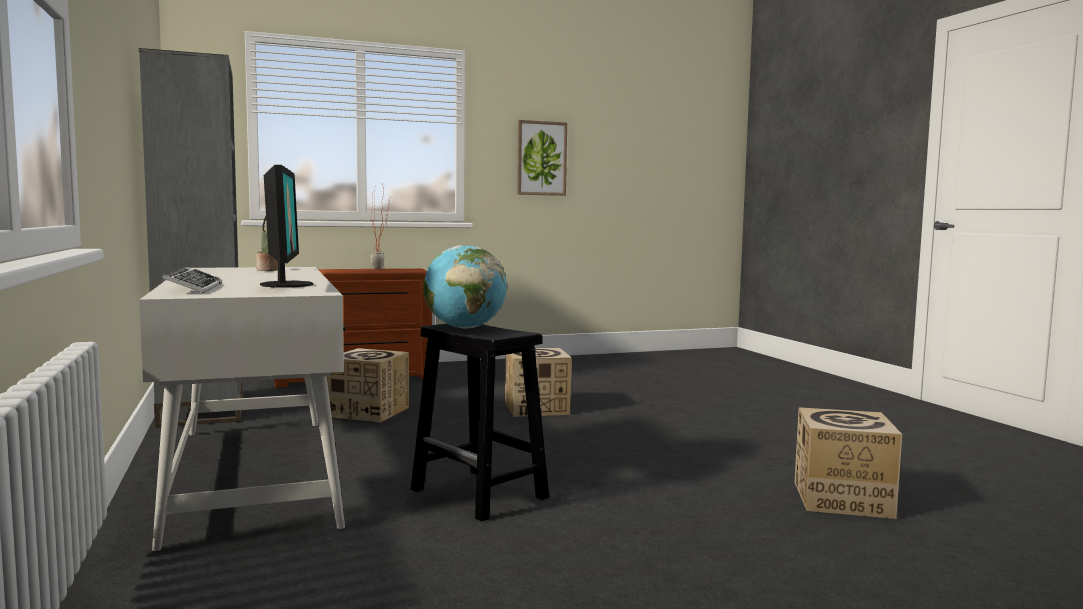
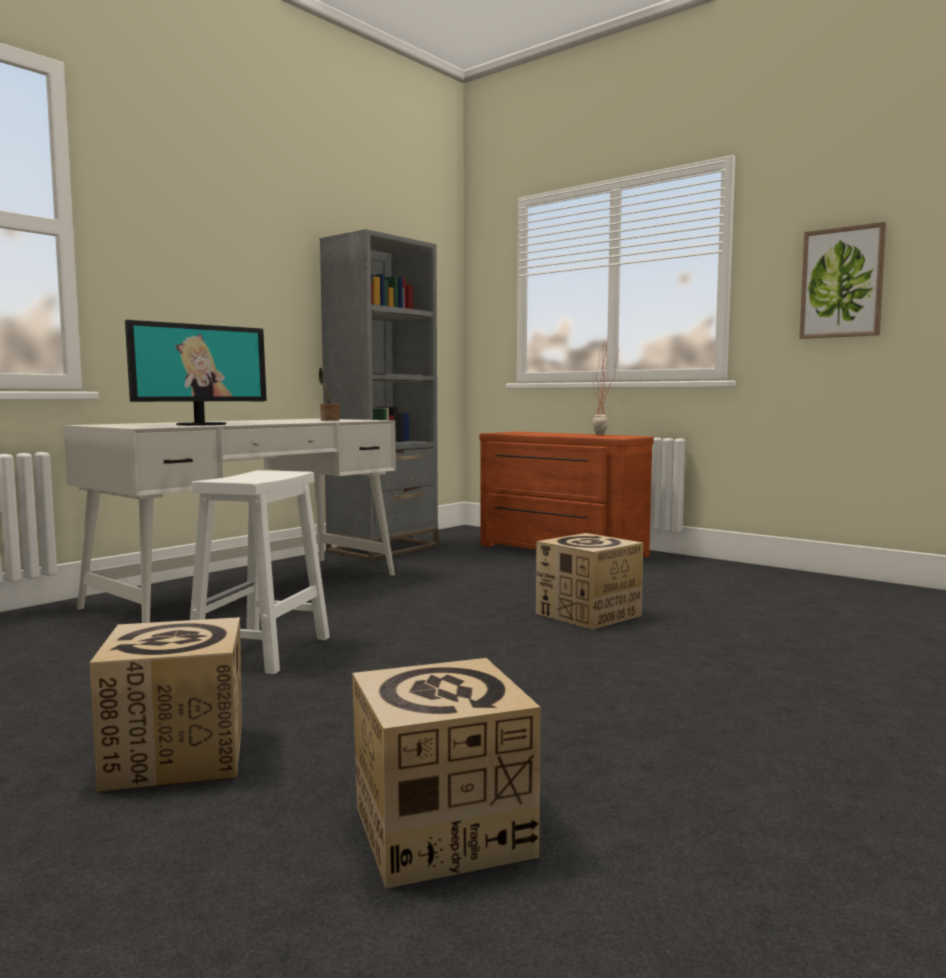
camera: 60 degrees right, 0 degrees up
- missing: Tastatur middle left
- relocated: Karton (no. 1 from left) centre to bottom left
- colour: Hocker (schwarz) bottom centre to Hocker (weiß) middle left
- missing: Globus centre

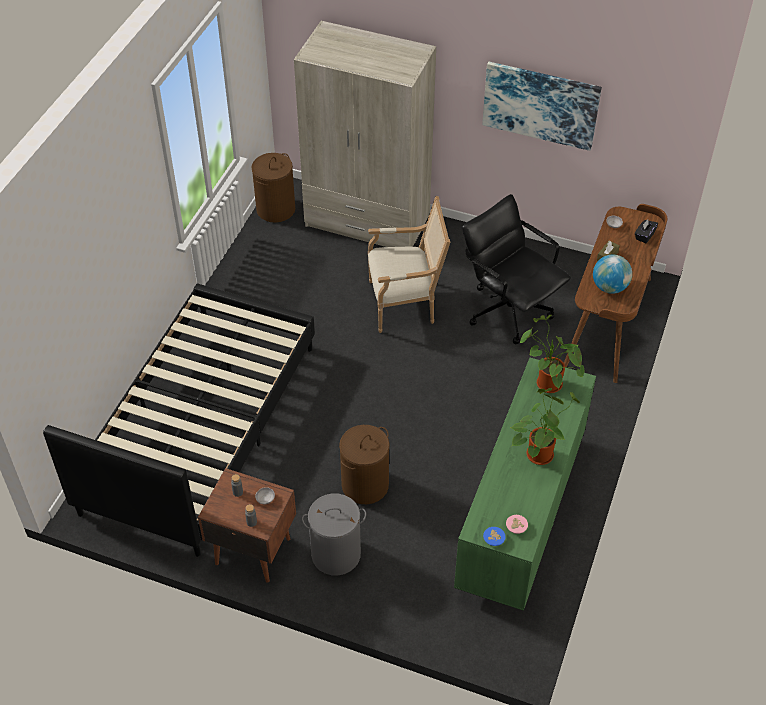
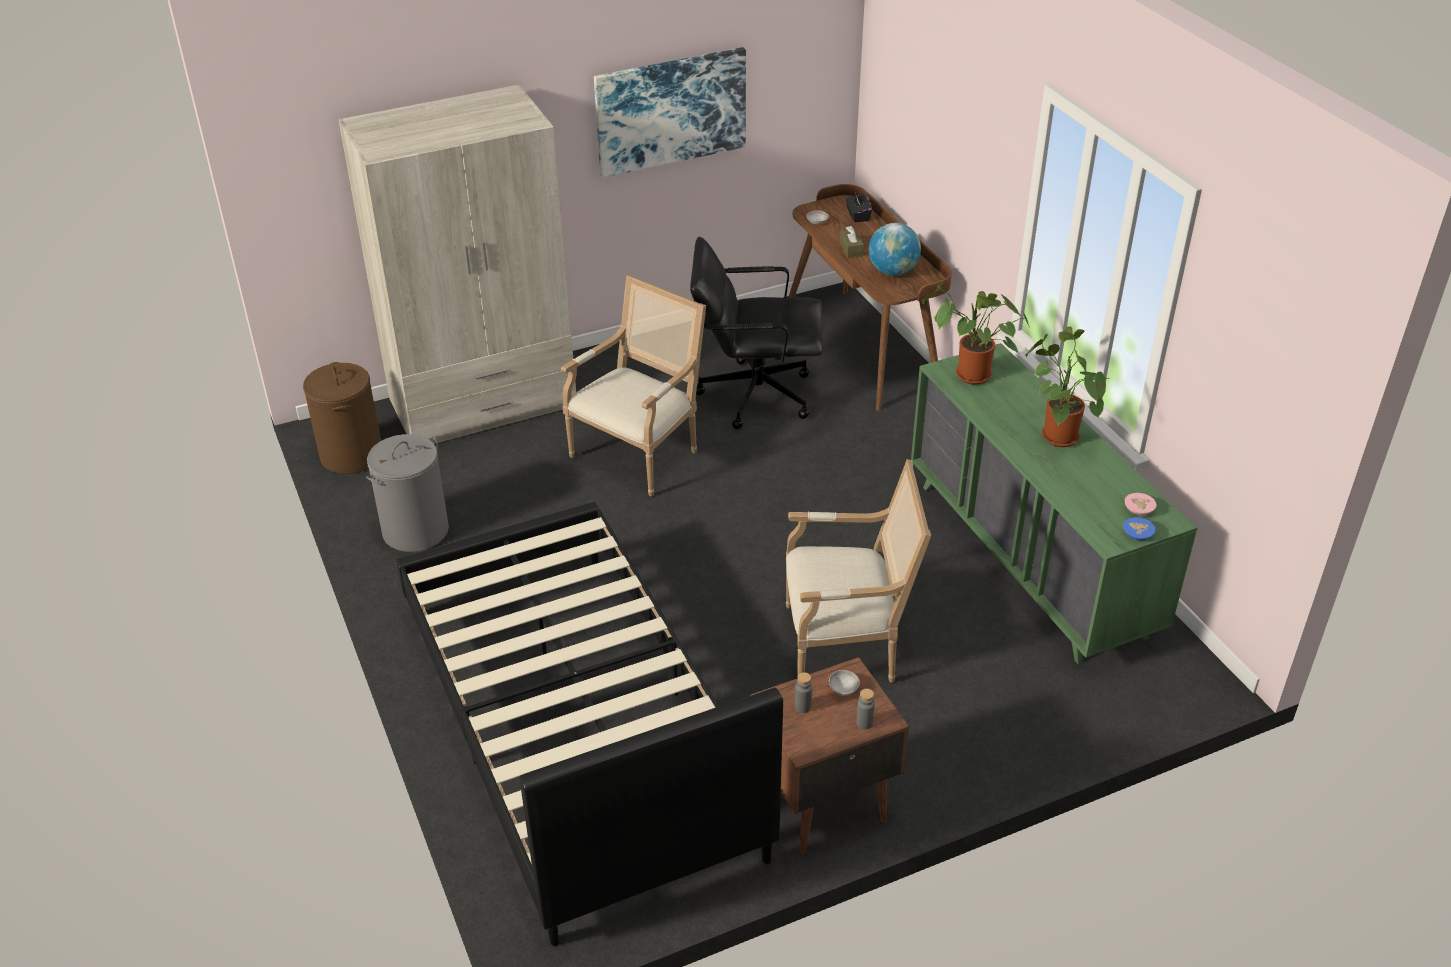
camera: 45 degrees left, 10 degrees down
- relocated: Wäschekorb (grau) bottom centre to middle left
- exchanged: Wäschekorb (braun) (no. 2 from left) centre to Sessel (no. 2 from left) centre

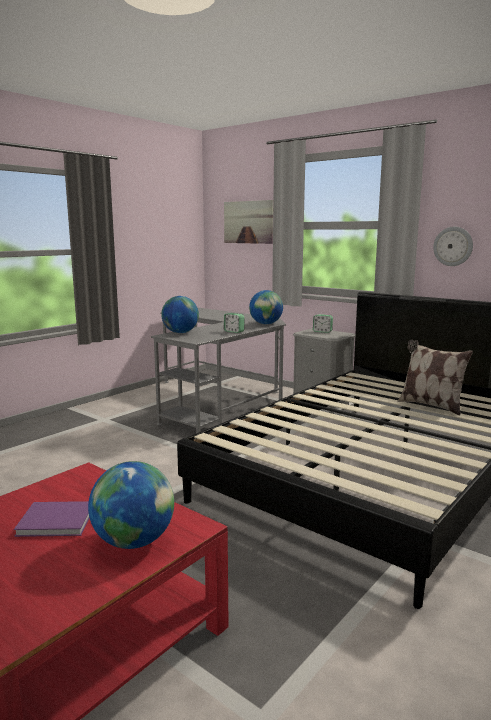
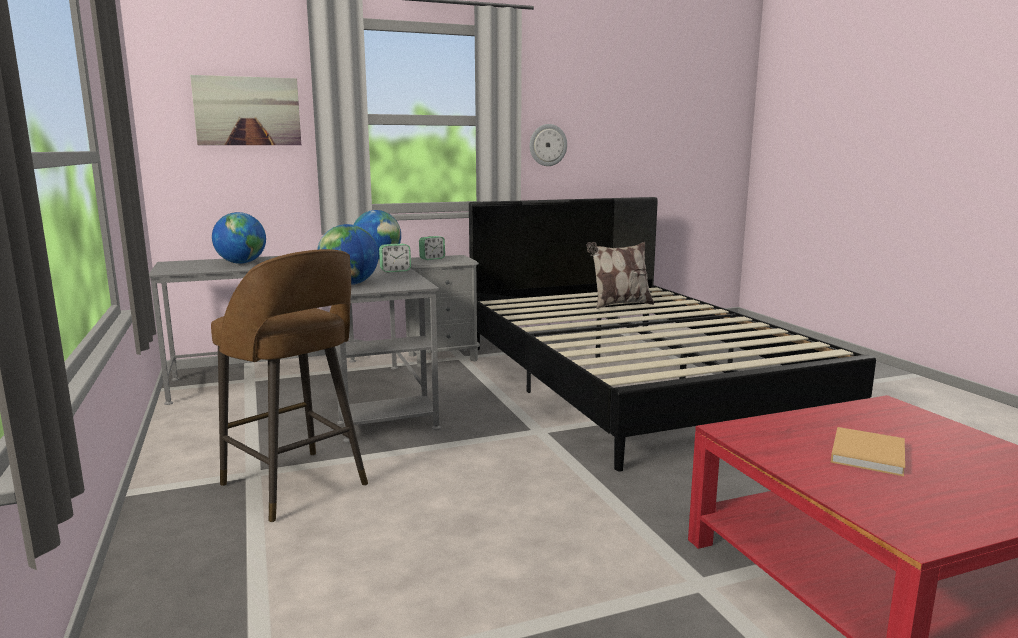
camera: 60 degrees left, 0 degrees up
- colour: Buch (lila) bottom left to Buch (beige) bottom right
- relocated: Globus (no. 1 from left) bottom left to middle left
- appeared: Hocker (braun) middle left

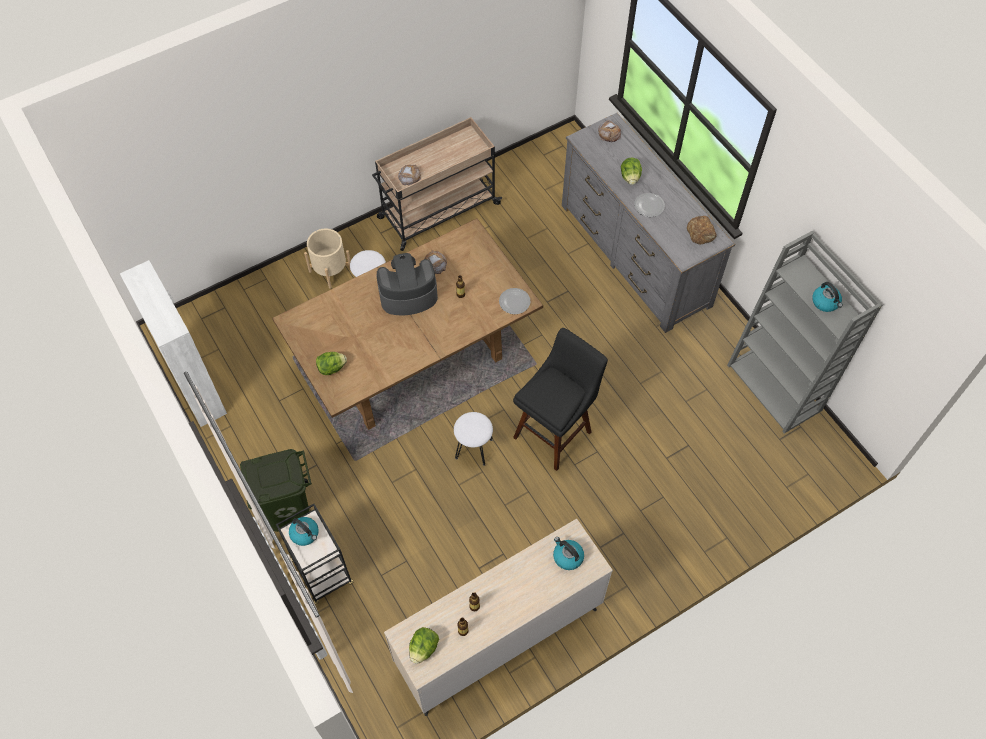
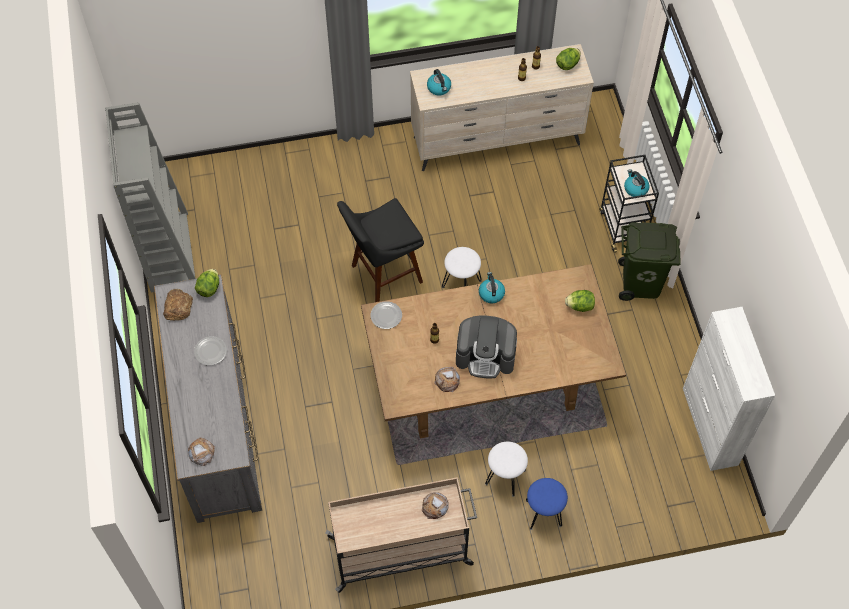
camera: 160 degrees left, 0 degrees up
- exchanged: Pflanzkübel (beige) middle left to Hocker (blau) bottom centre
- relocated: Salatkopf (no. 3 from left in the first image) top centre to Salatkopf (no. 1 from left) middle left
- relocated: Wasserkessel (no. 3 from left in the first image) middle right to Wasserkessel (no. 2 from left) centre

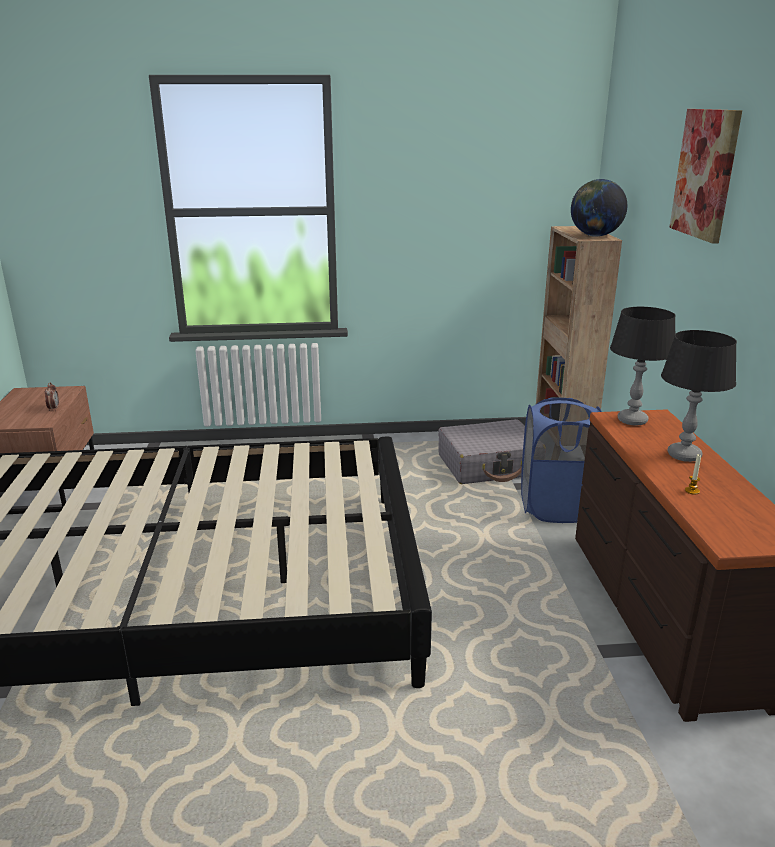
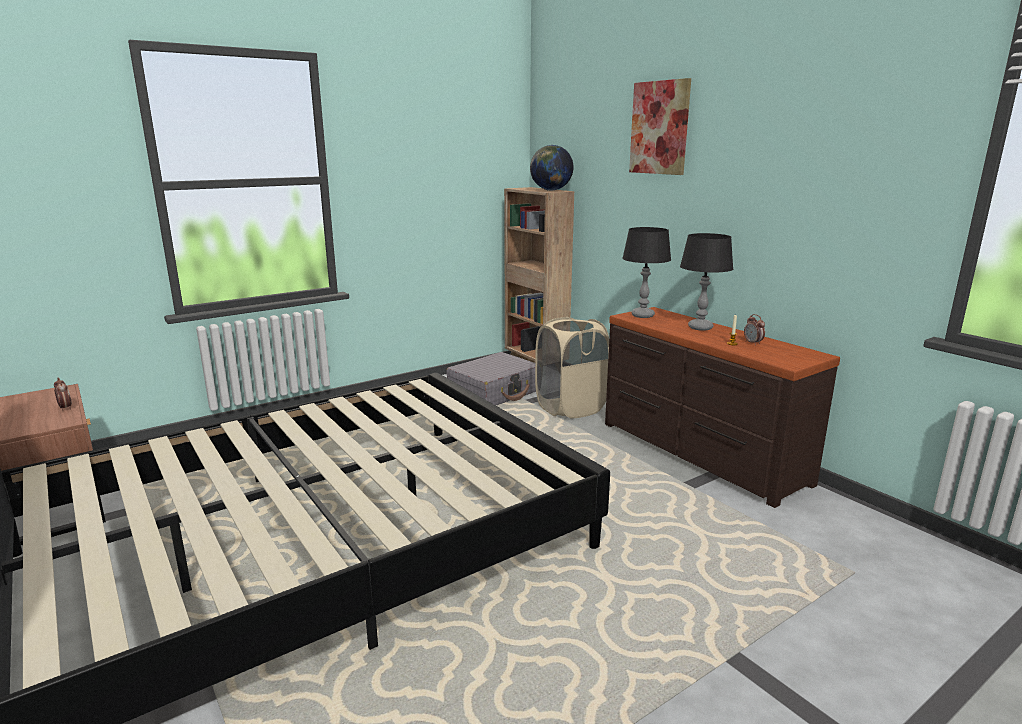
camera: 30 degrees left, 5 degrees down
- colour: Wäschekorb (blau) middle right to Wäschekorb (beige) centre
- appeared: Wecker (no. 2 from left) middle right

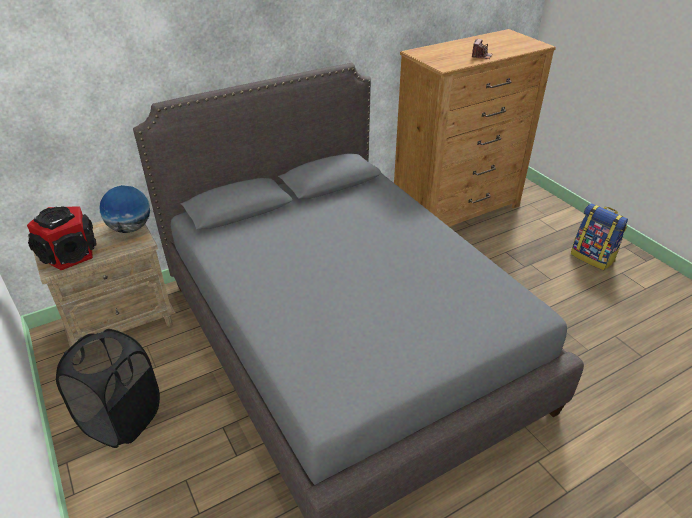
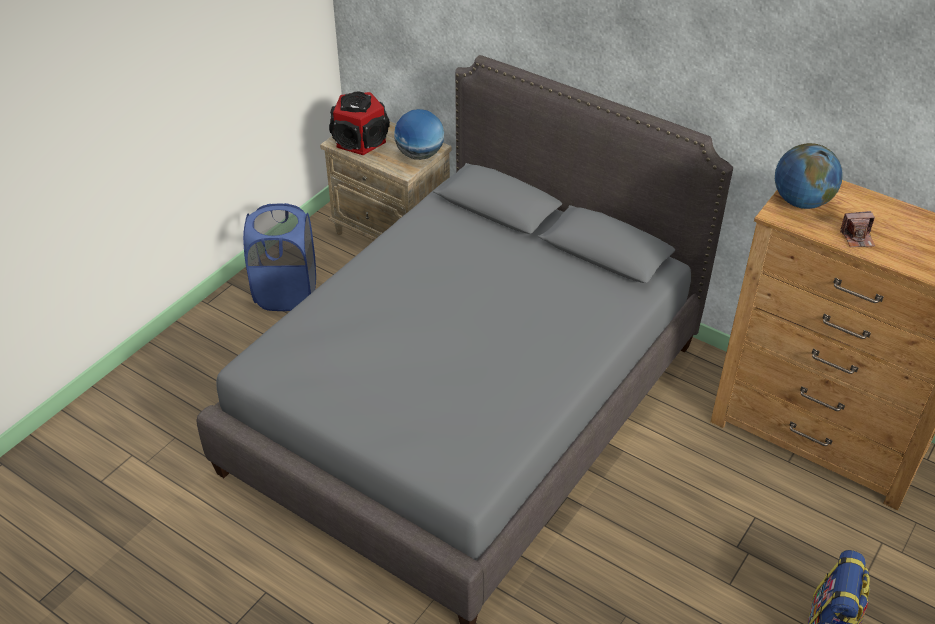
camera: 65 degrees right, 5 degrees up
- colour: Wäschekorb (schwarz) bottom left to Wäschekorb (blau) middle left
- appeared: Globus (no. 2 from left) top right

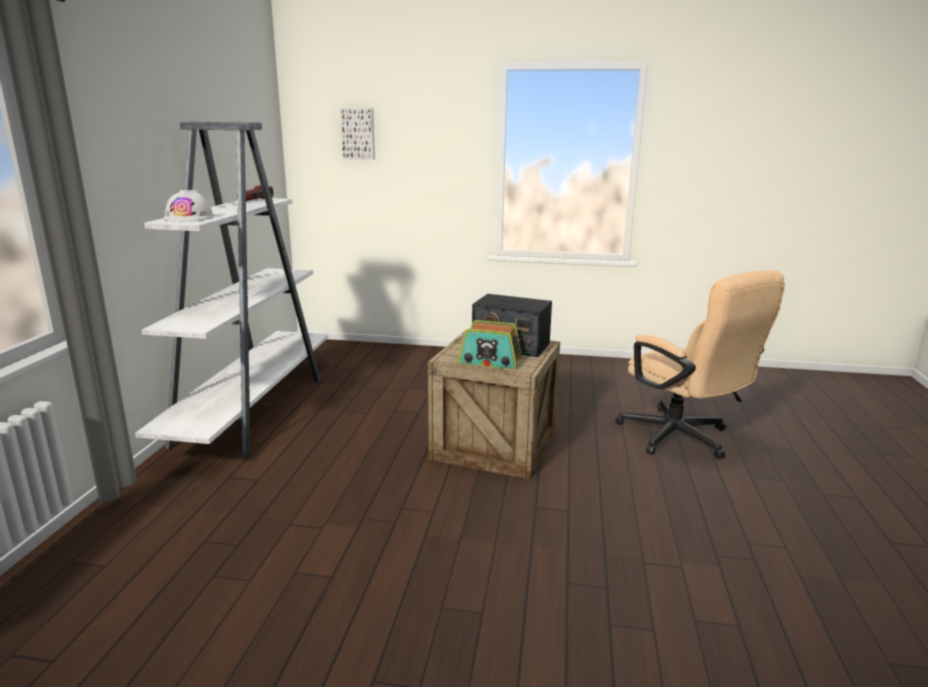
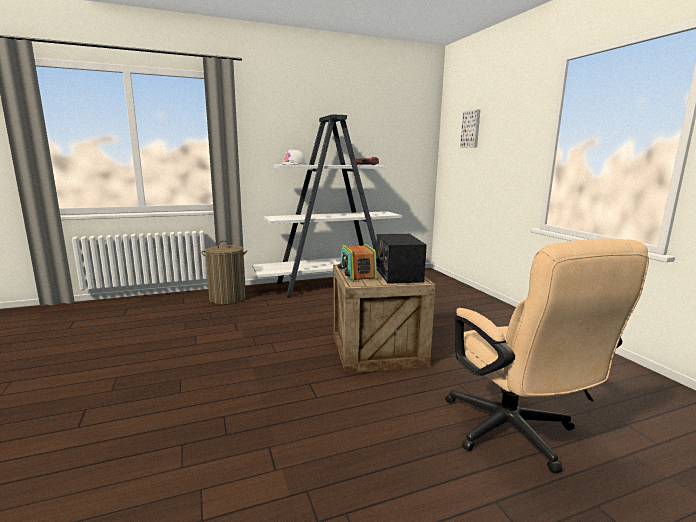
camera: 60 degrees right, 5 degrees down
- spun: Bürostuhl (beige) middle right = bottom right 45 degrees counterclockwise
- appeared: Wäschekorb middle left

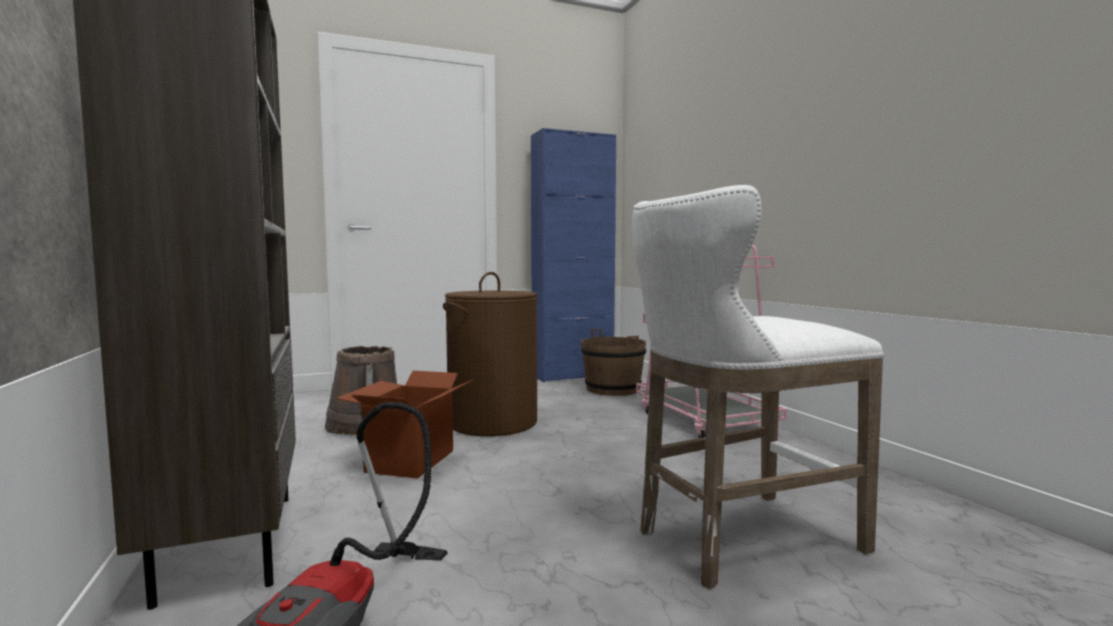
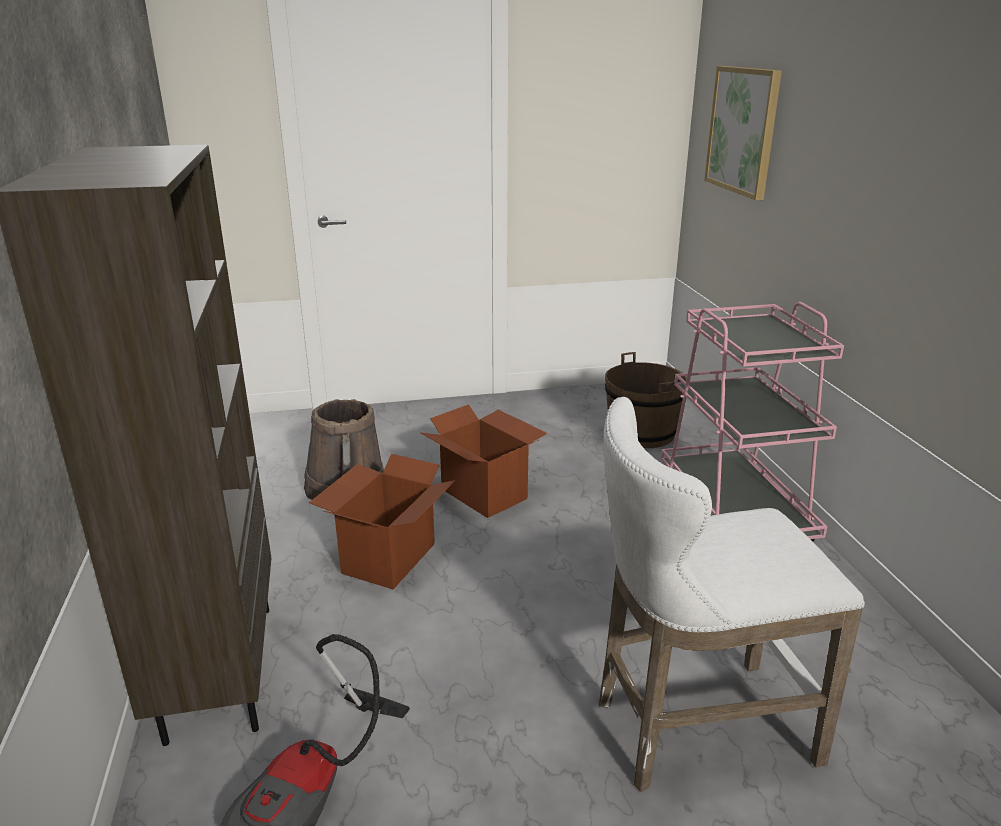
camera: 10 degrees right, 20 degrees up
- exchanged: Wäschekorb (braun) centre to Karton (no. 2 from left) centre
- missing: Schrank (blau) centre
- appeared: Bild top right

